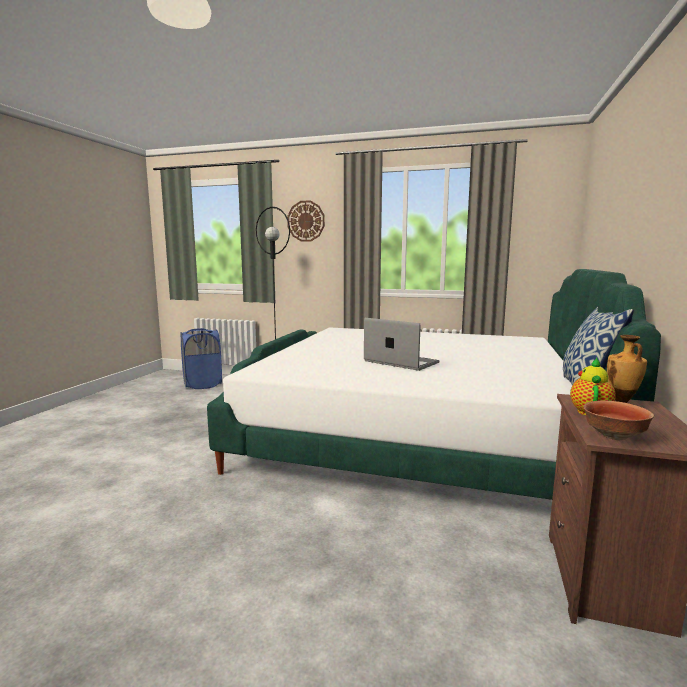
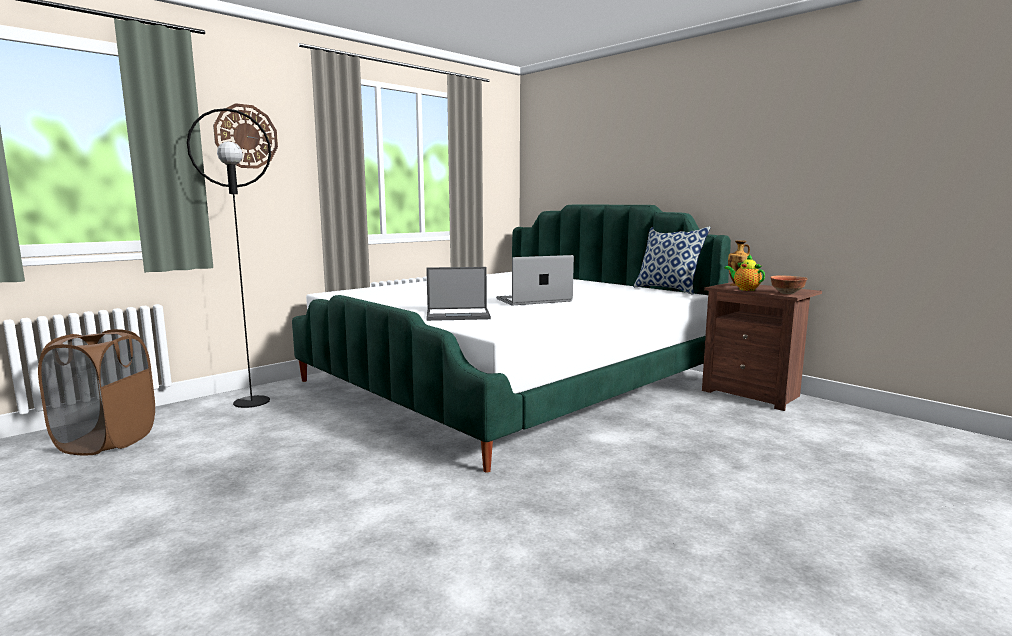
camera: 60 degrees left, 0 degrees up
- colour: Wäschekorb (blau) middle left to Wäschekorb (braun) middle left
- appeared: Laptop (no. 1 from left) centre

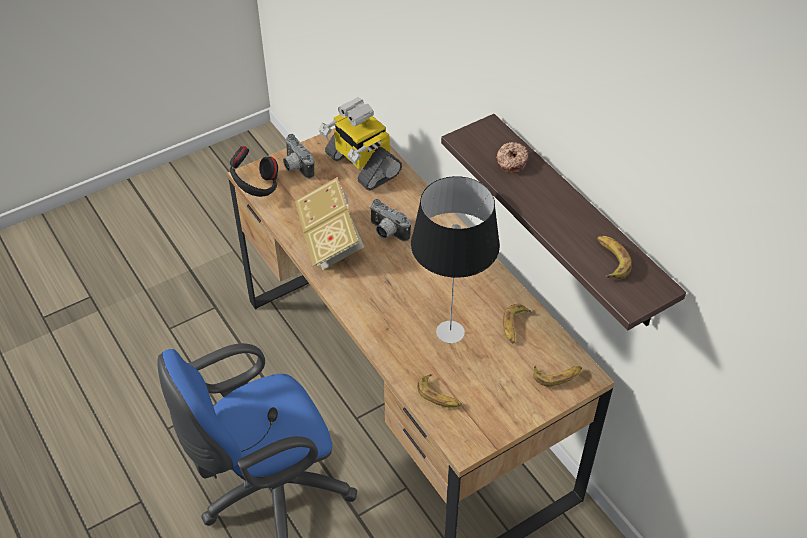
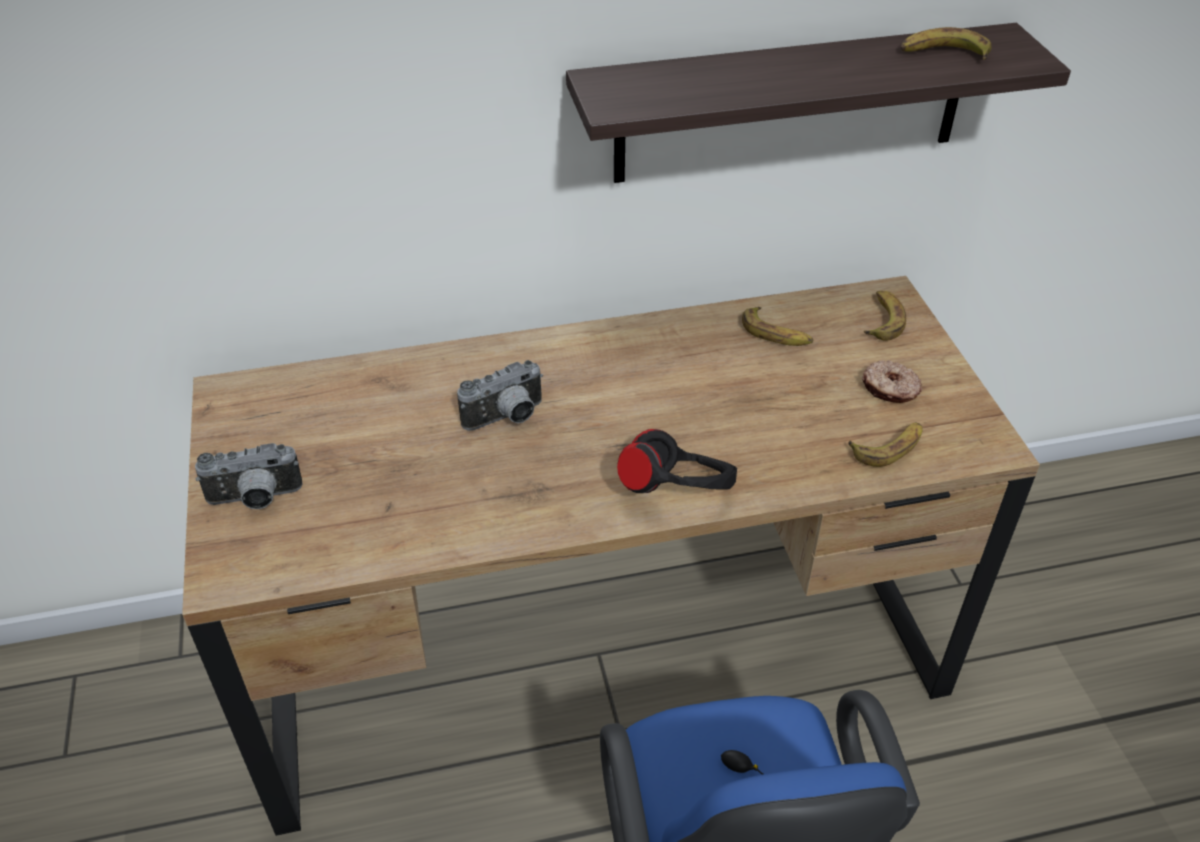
camera: 70 degrees left, 5 degrees down
- relocated: Kopfhörer (schwarz) top left to centre
- missing: Buch centre
- missing: Spielzeugroboter top centre
- missing: Tischlampe centre
- relocated: Donut top centre to middle right

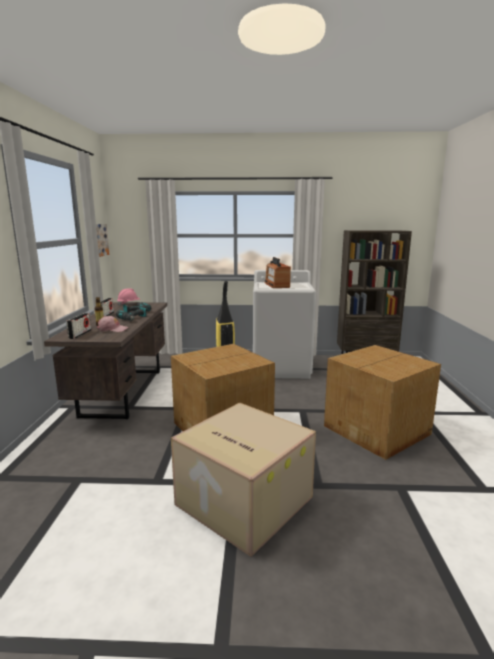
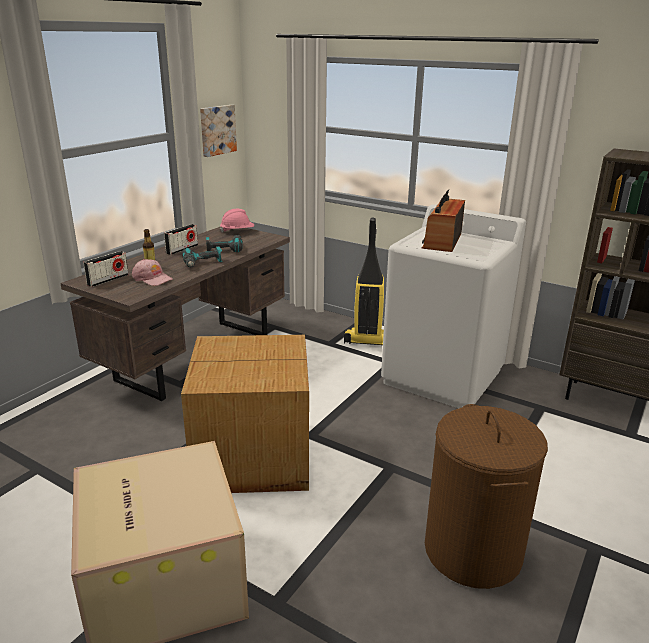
camera: 30 degrees right, 10 degrees up
- exchanged: Karton (no. 3 from left) middle right to Wäschekorb (braun) bottom right

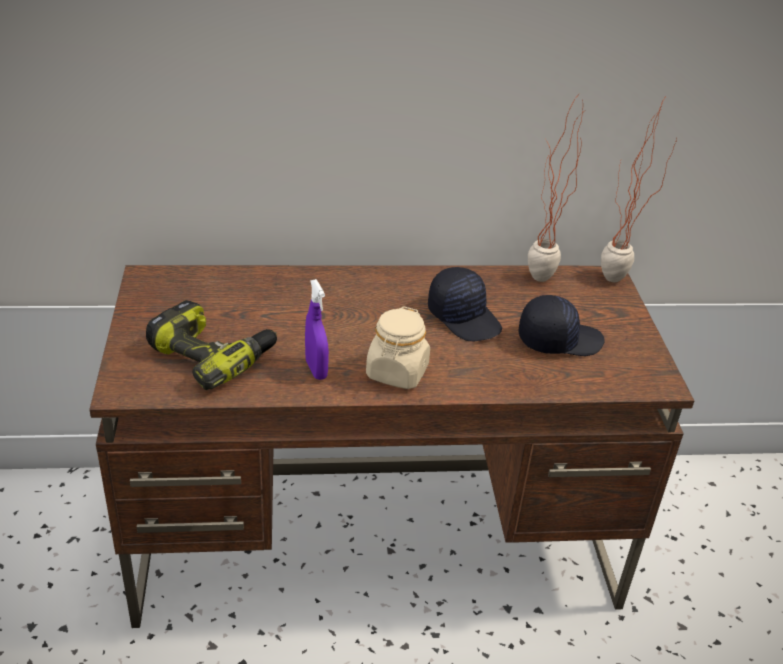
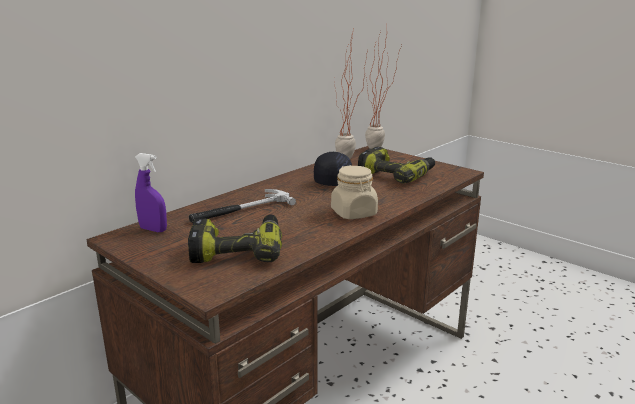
camera: 40 degrees left, 15 degrees down
- relocated: Sprühflasche (lila) centre to middle left
- exchanged: Kappe (schwarz) (no. 2 from left) middle right to Bohrmaschine (no. 2 from left) centre
- appeared: Hammer centre

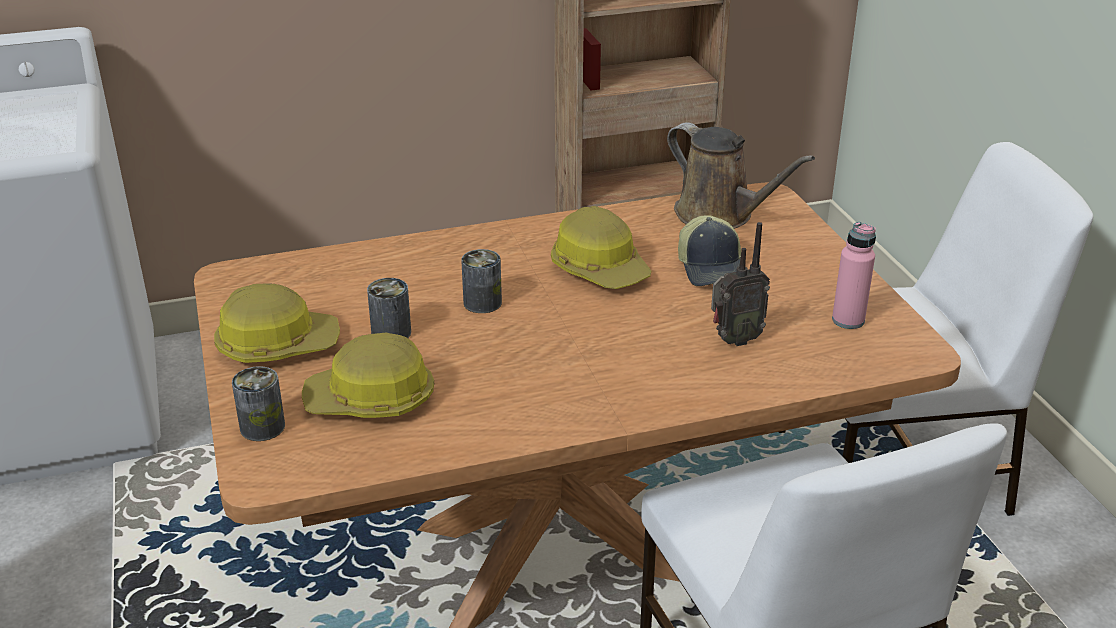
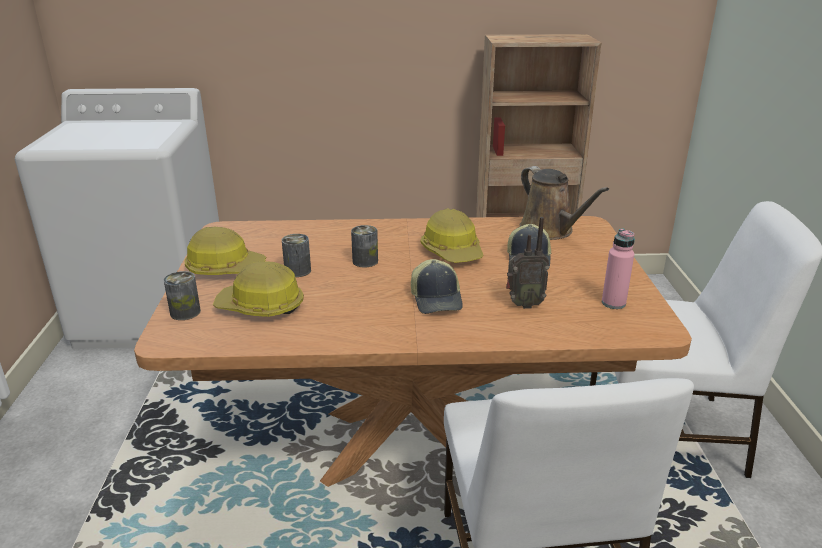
camera: 15 degrees right, 5 degrees down
- appeared: Kappe (no. 1 from left) centre

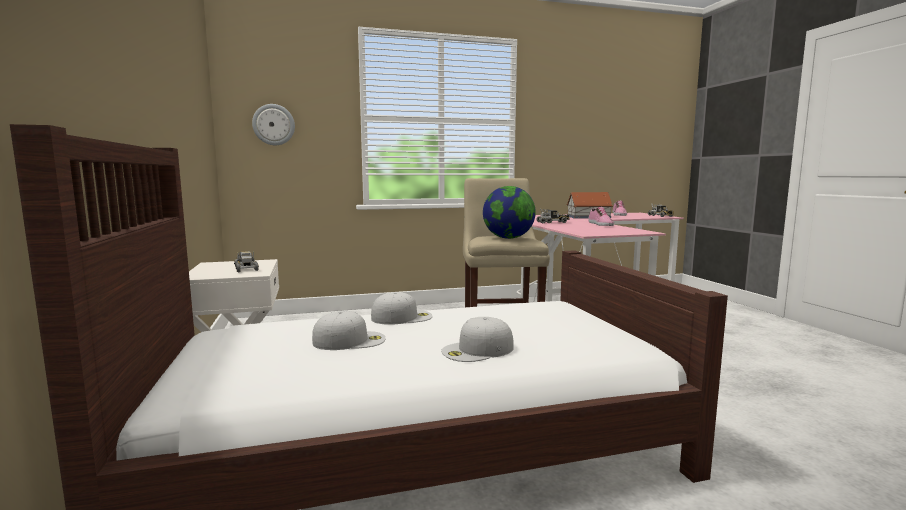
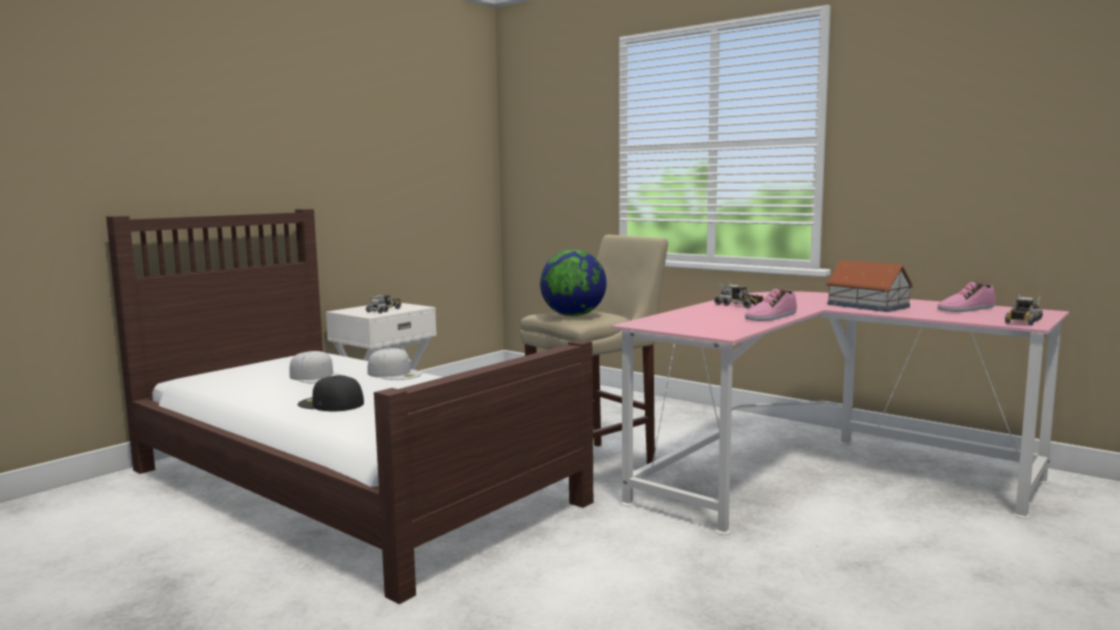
camera: 55 degrees right, 0 degrees up
- missing: Wanduhr top left
- colour: Kappe (weiß) (no. 3 from left) centre to Kappe (schwarz) middle left

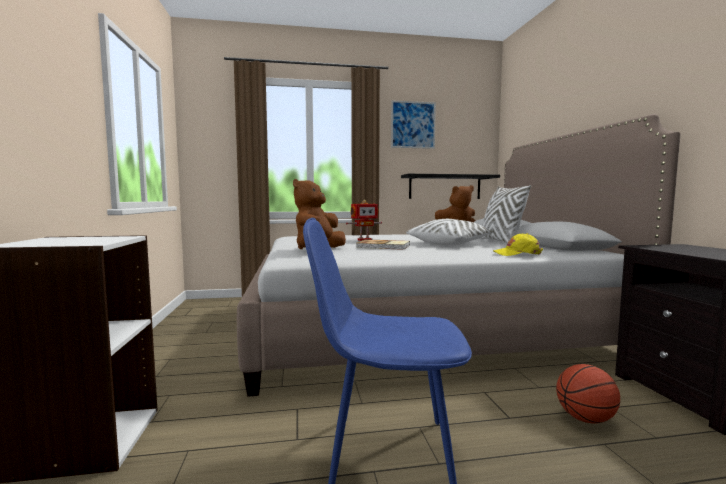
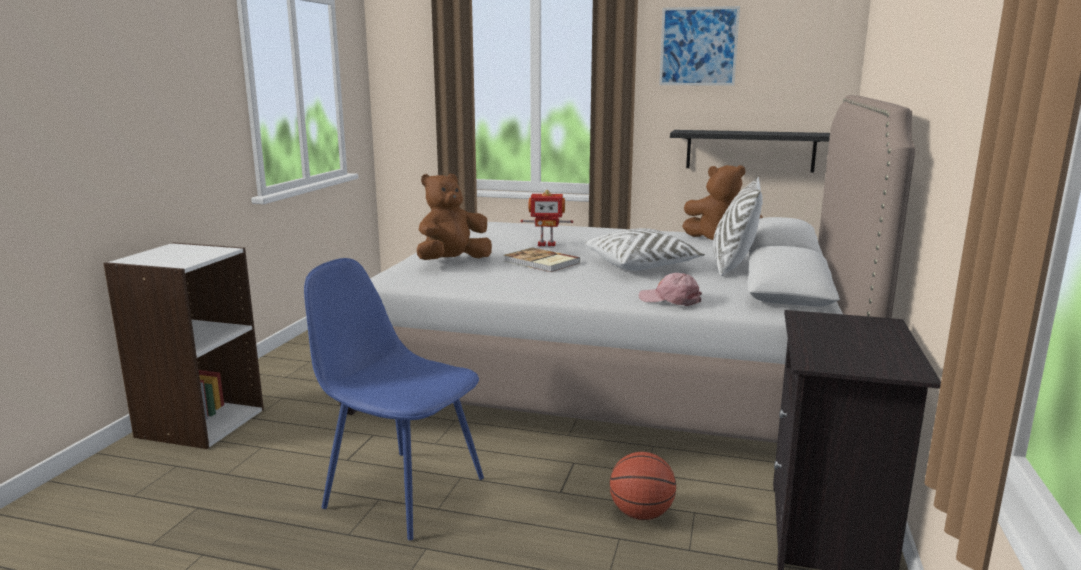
camera: 25 degrees right, 10 degrees up
- colour: Kappe (gelb) middle right to Kappe (rosa) centre

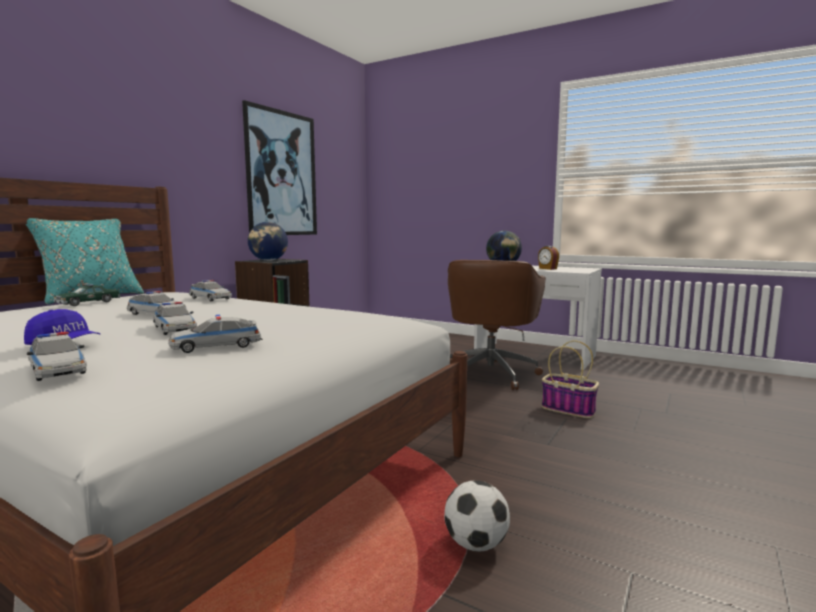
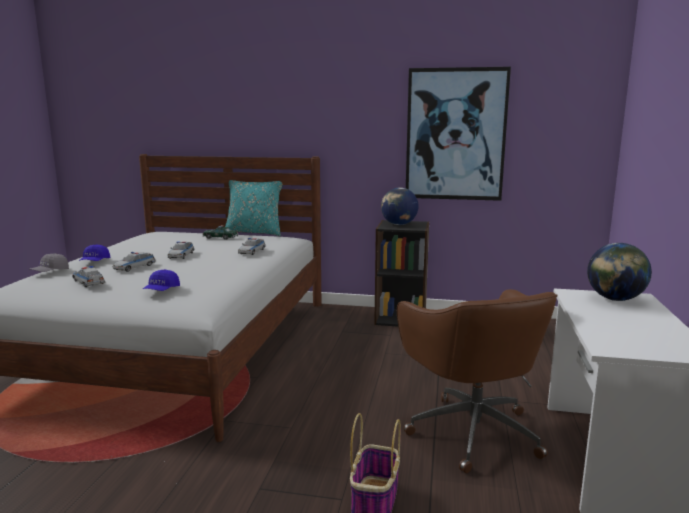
camera: 70 degrees right, 5 degrees up
- exchanged: Spielzeugauto (no. 1 from left) middle left to Kappe (grau) middle left
- missing: Fußball bottom centre
- spun: Bürostuhl (braun) centre = bottom right 105 degrees counterclockwise
- missing: Wecker middle right
- appeared: Kappe (blau) (no. 2 from left) middle left

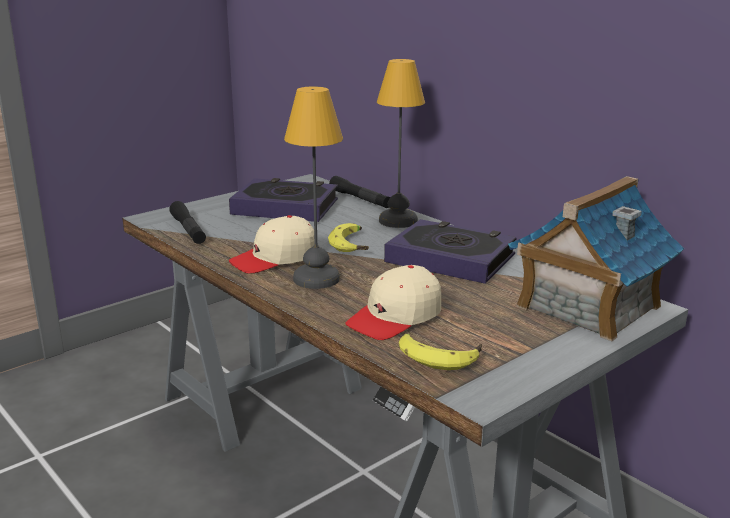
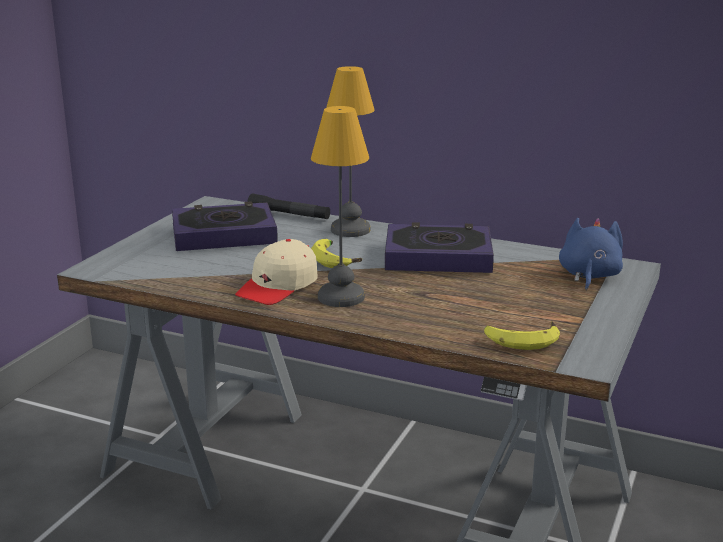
camera: 25 degrees left, 0 degrees up
- missing: Taschenlampe (schwarz) (no. 1 from left) middle left
- missing: Kappe (beige) (no. 2 from left) centre
- exchanged: Spielzeughaus middle right to Plüschtier (blau) middle right

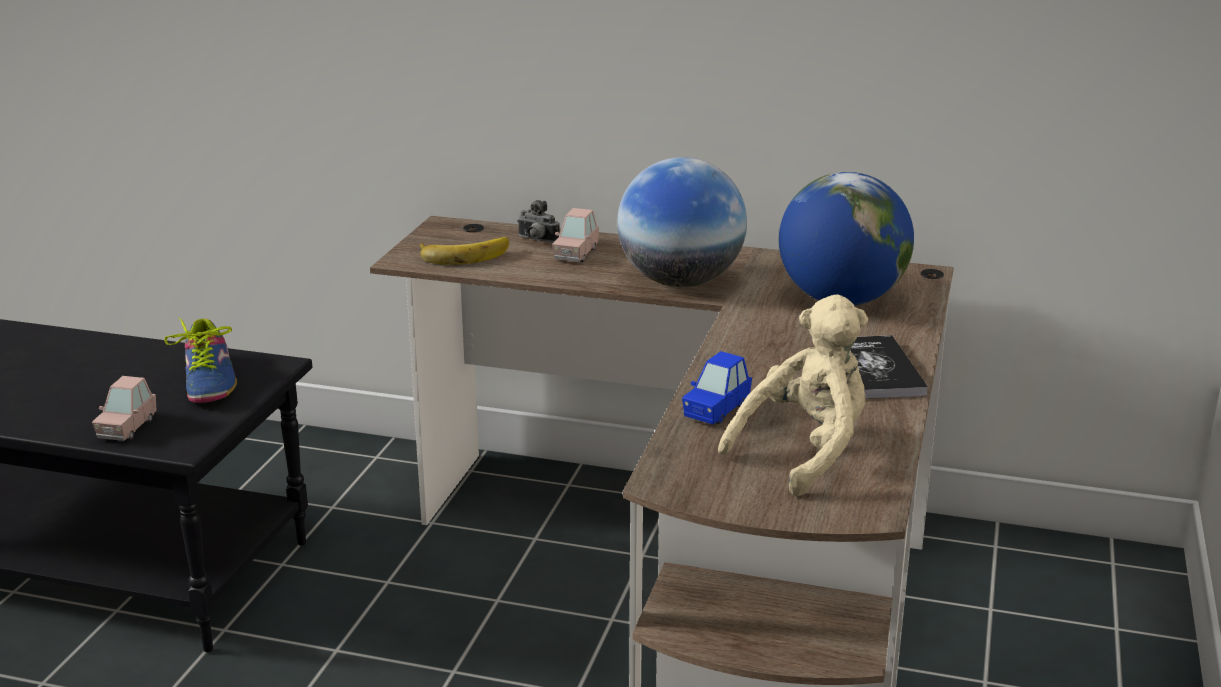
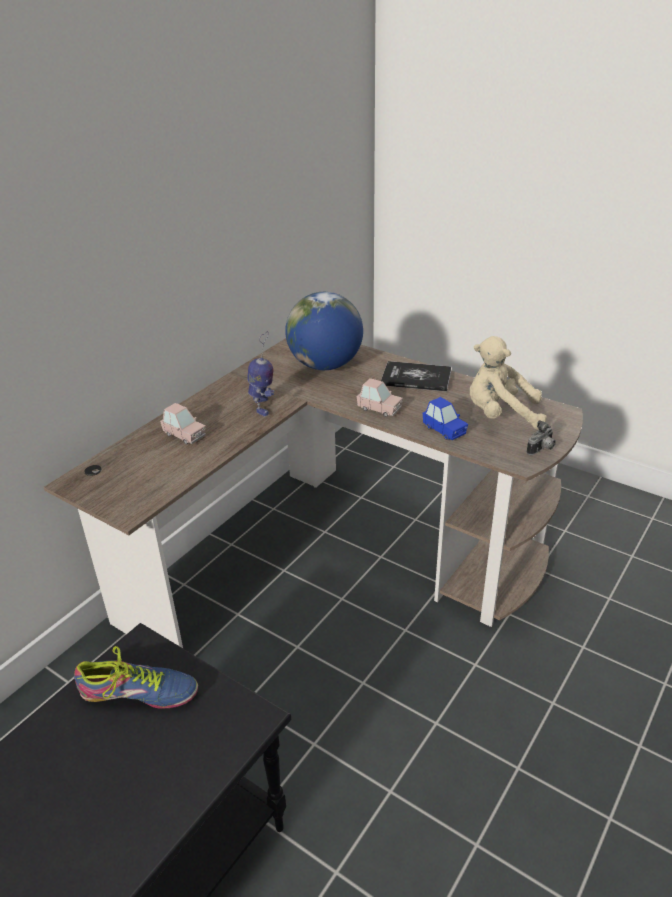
camera: 70 degrees left, 10 degrees up
- relocated: Spielzeugauto (rosa) (no. 1 from left in the first image) middle left to Spielzeugauto (rosa) (no. 2 from left) centre
- missing: Banane centre
- relocated: Kamera top centre to middle right
- exchanged: Globus (no. 1 from left) top centre to Spielzeugroboter centre
- spun: Plüschtier (beige) centre = middle right 60 degrees counterclockwise

